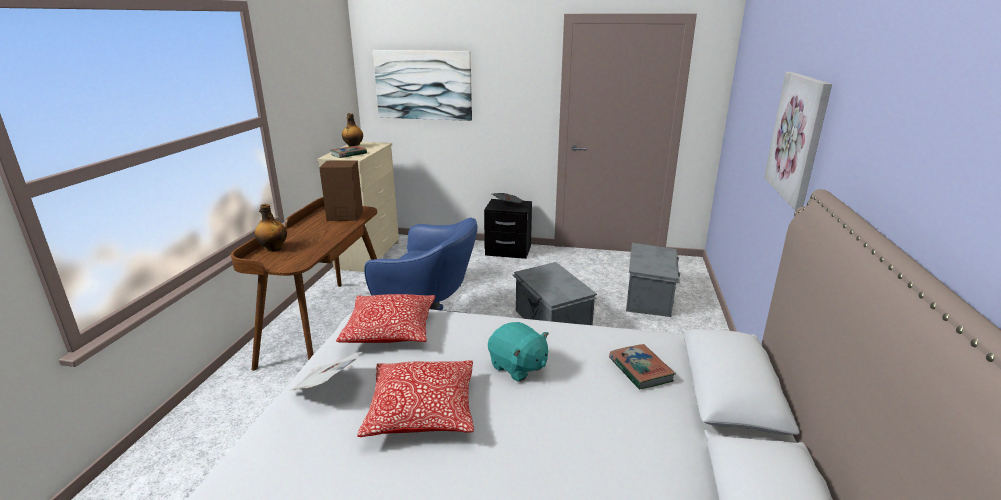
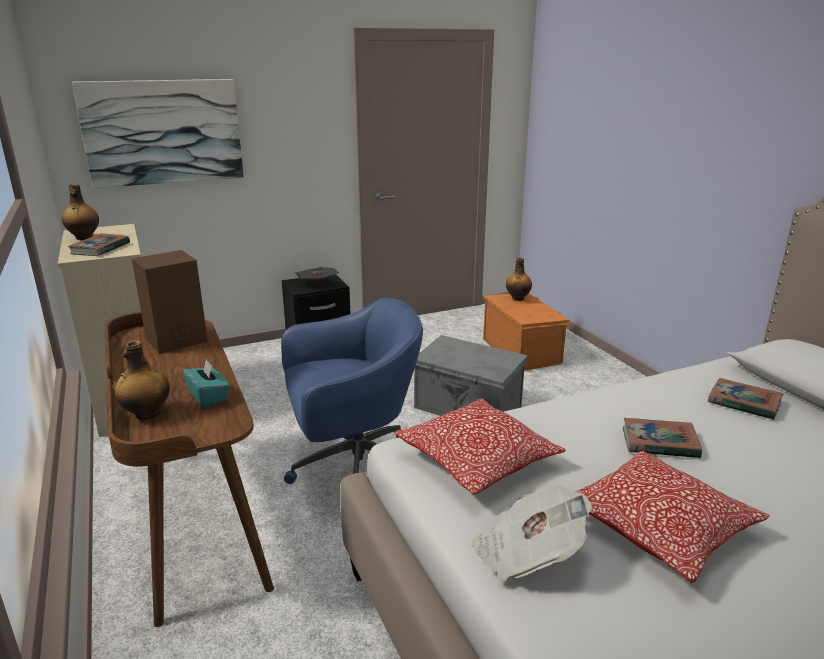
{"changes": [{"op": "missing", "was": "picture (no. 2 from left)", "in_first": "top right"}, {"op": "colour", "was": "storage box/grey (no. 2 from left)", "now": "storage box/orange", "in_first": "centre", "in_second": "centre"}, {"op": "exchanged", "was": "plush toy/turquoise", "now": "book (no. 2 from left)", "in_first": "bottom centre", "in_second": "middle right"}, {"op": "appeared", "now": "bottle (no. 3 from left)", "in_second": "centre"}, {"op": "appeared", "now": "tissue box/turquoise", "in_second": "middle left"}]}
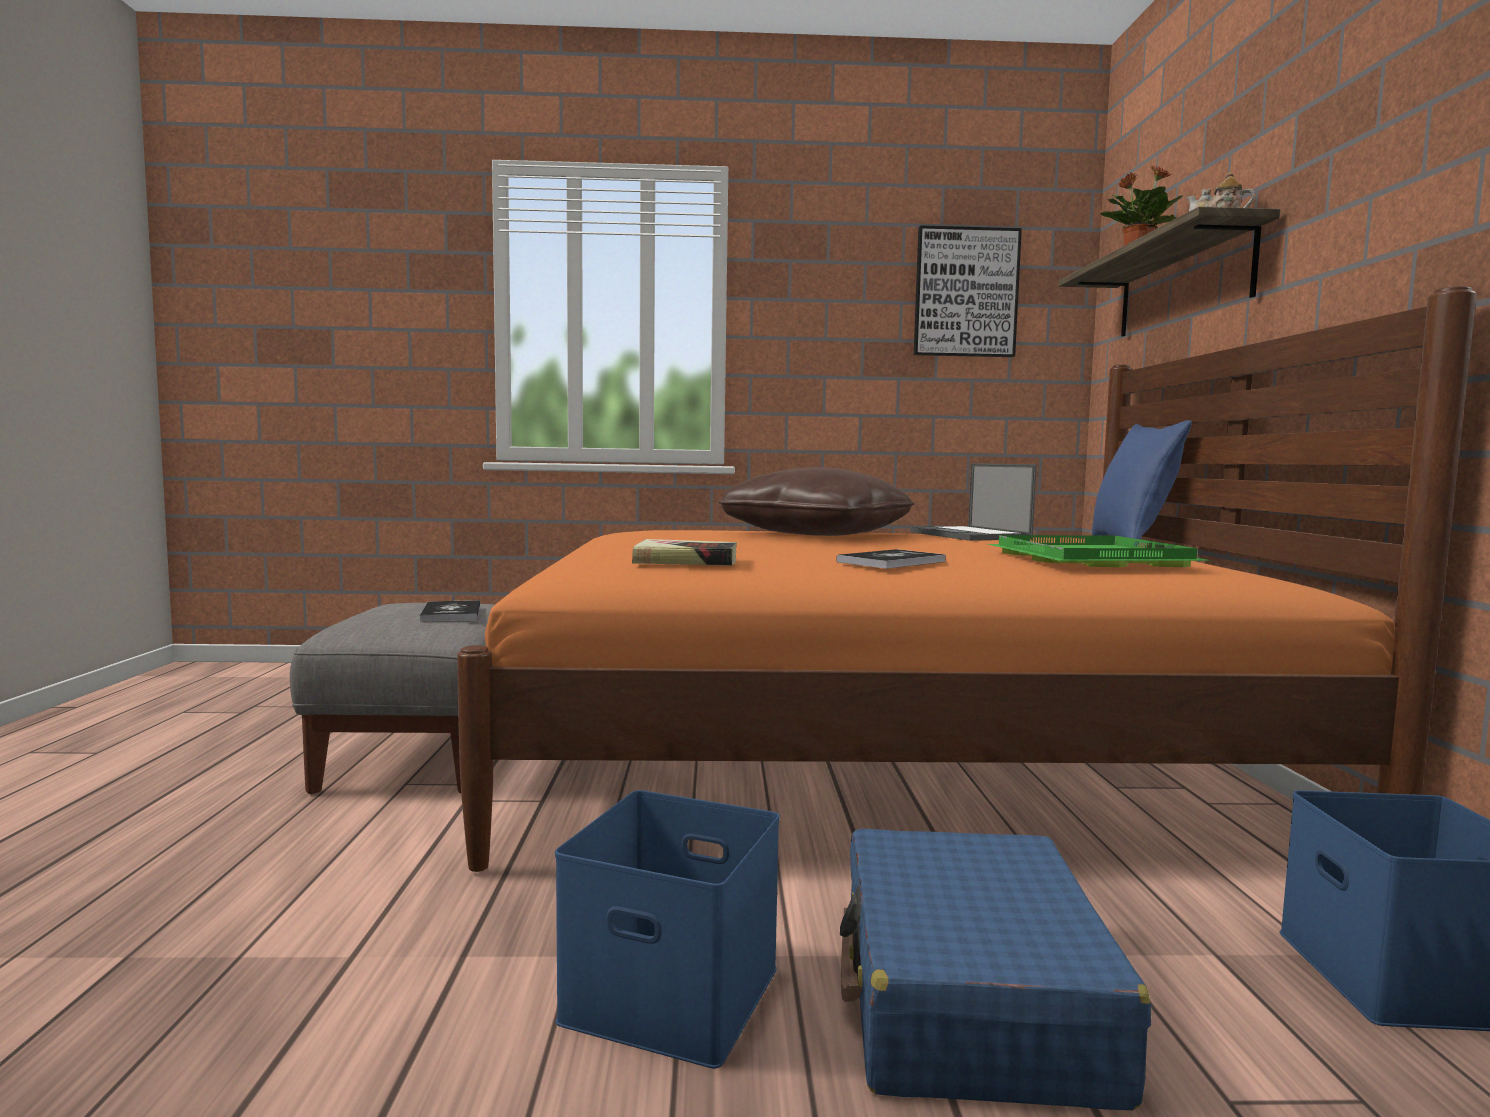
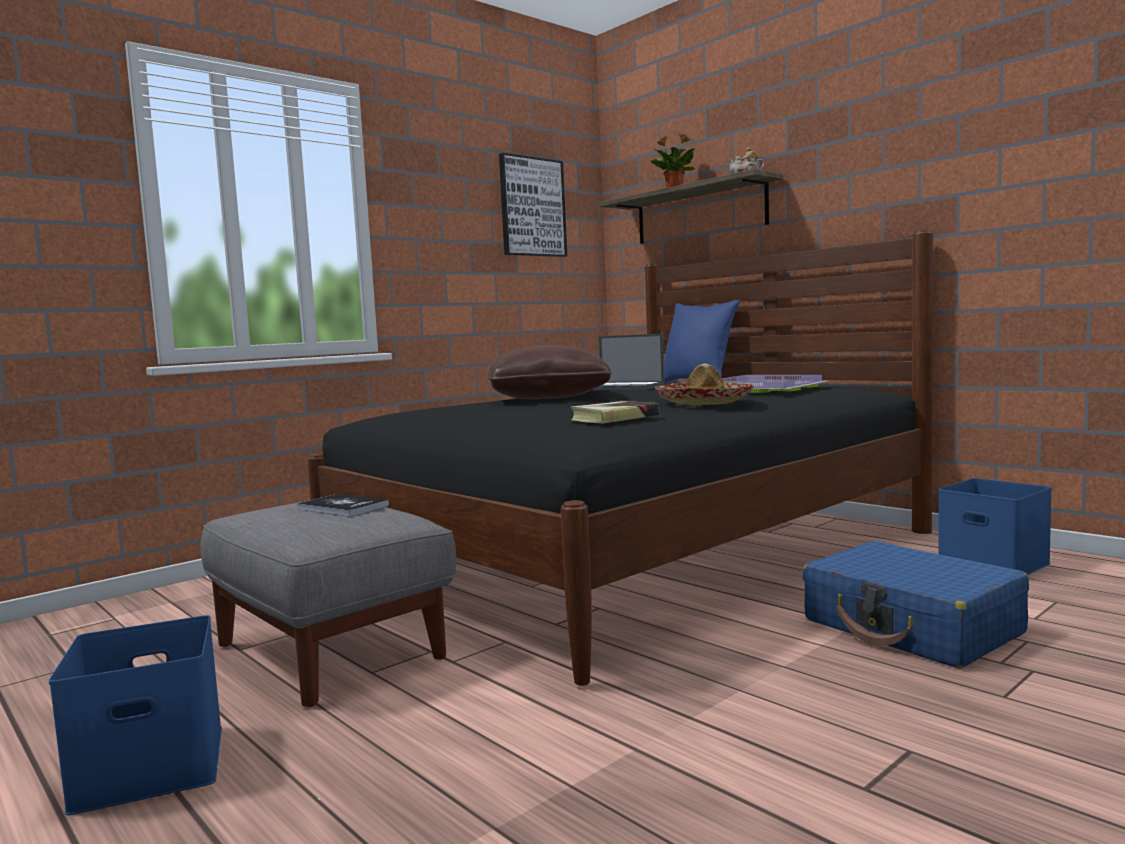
{"changes": [{"op": "colour", "was": "bed/orange", "now": "bed/black", "in_first": "centre", "in_second": "centre"}, {"op": "colour", "was": "tray/green", "now": "tray/purple", "in_first": "middle right", "in_second": "middle right"}, {"op": "exchanged", "was": "book (no. 3 from left)", "now": "hat", "in_first": "centre", "in_second": "centre"}, {"op": "relocated", "was": "storage box/blue (no. 1 from left)", "in_first": "bottom centre", "in_second": "bottom left"}]}
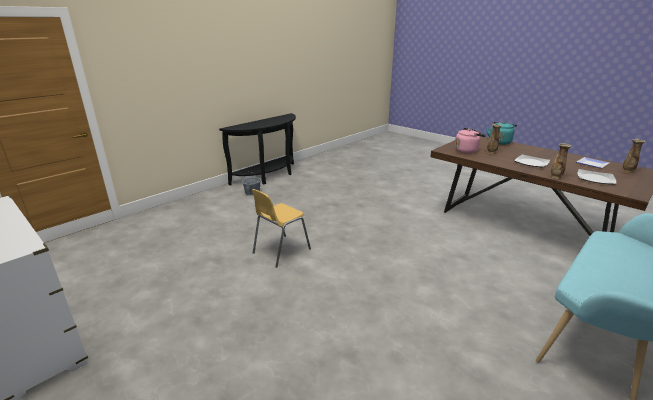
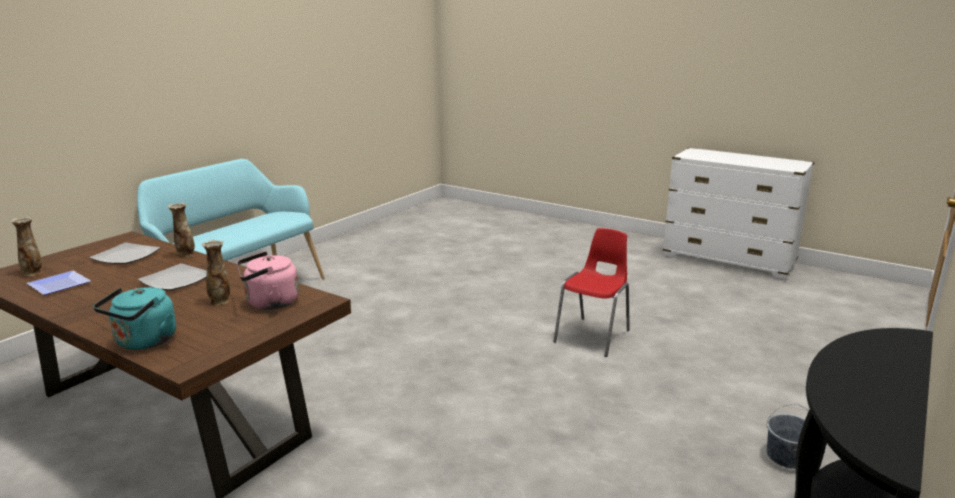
{"changes": [{"op": "colour", "was": "chair/yellow", "now": "chair/red", "in_first": "centre", "in_second": "centre"}]}
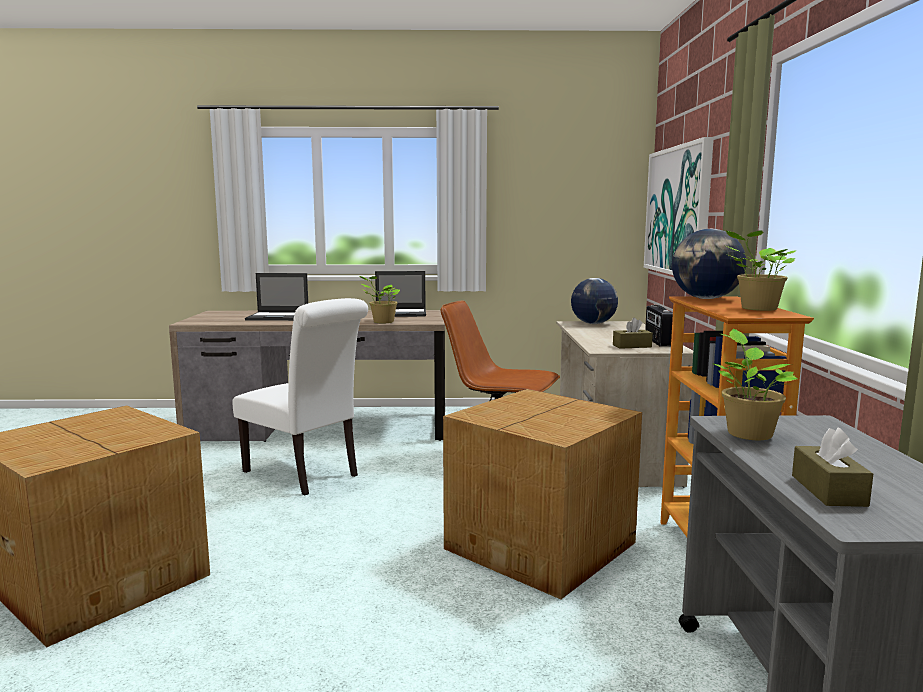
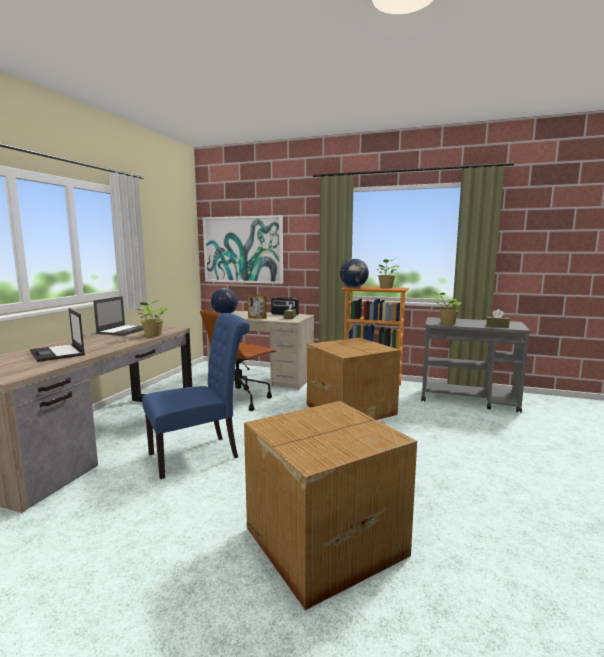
{"changes": [{"op": "spun", "was": "laptop (no. 1 from left)", "in_first": "middle left", "in_second": "middle left", "clockwise": 120}, {"op": "colour", "was": "chair/white", "now": "chair/blue", "in_first": "middle left", "in_second": "middle left"}, {"op": "appeared", "now": "picture frame", "in_second": "centre"}]}
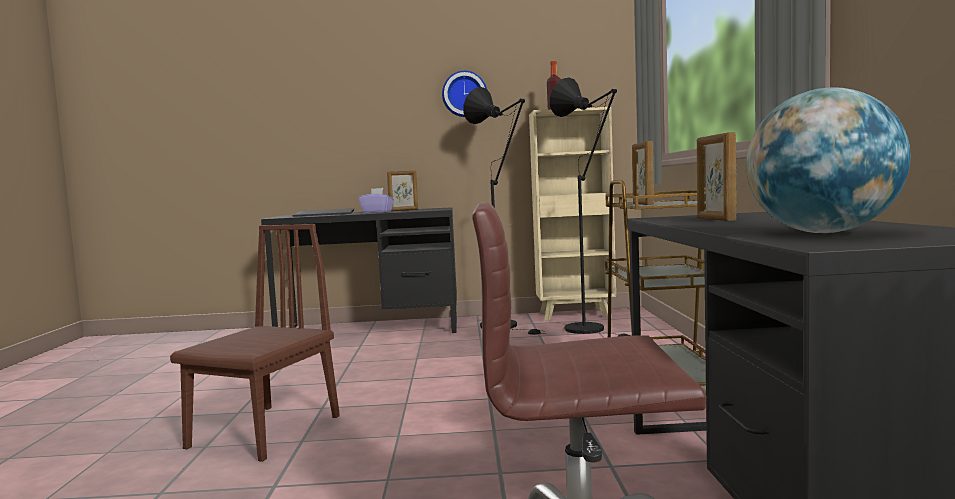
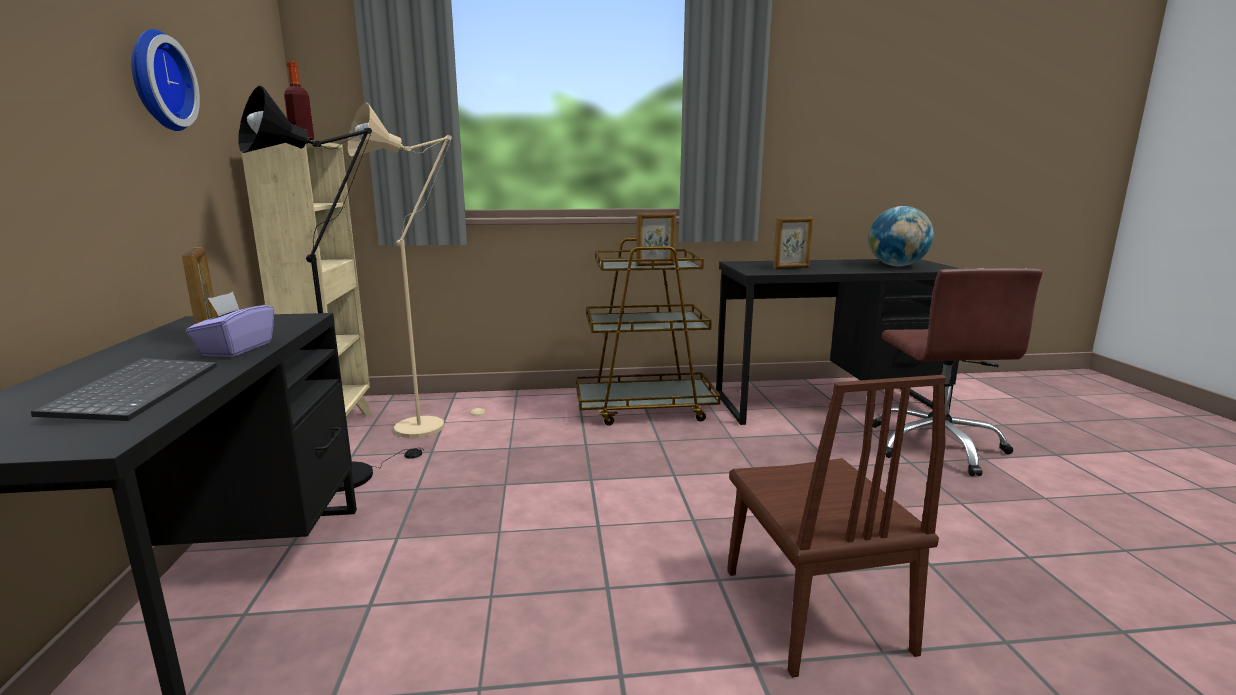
{"changes": [{"op": "colour", "was": "floor lamp/black (no. 2 from left)", "now": "floor lamp/beige", "in_first": "centre", "in_second": "centre"}, {"op": "spun", "was": "chair/brown", "in_first": "bottom left", "in_second": "bottom right", "clockwise": -120}]}
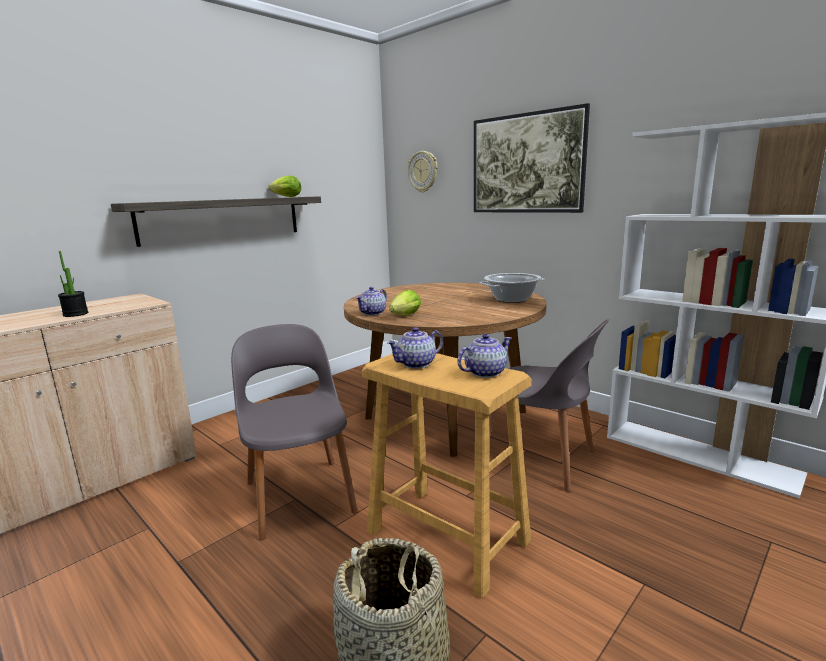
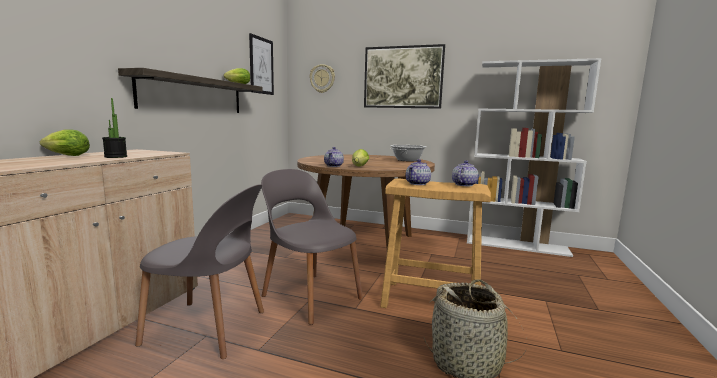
{"changes": [{"op": "relocated", "was": "chair/grey (no. 2 from left in the first image)", "now": "chair/grey (no. 1 from left)", "in_first": "centre", "in_second": "bottom left"}, {"op": "appeared", "now": "picture (no. 1 from left)", "in_second": "top centre"}, {"op": "appeared", "now": "lettuce (no. 1 from left)", "in_second": "middle left"}]}
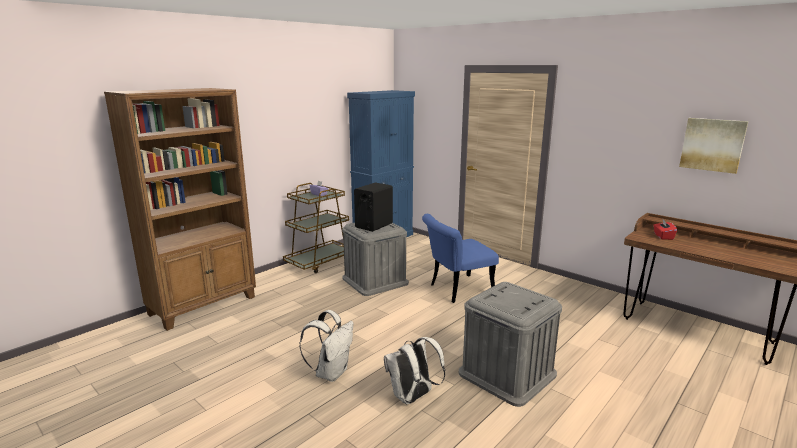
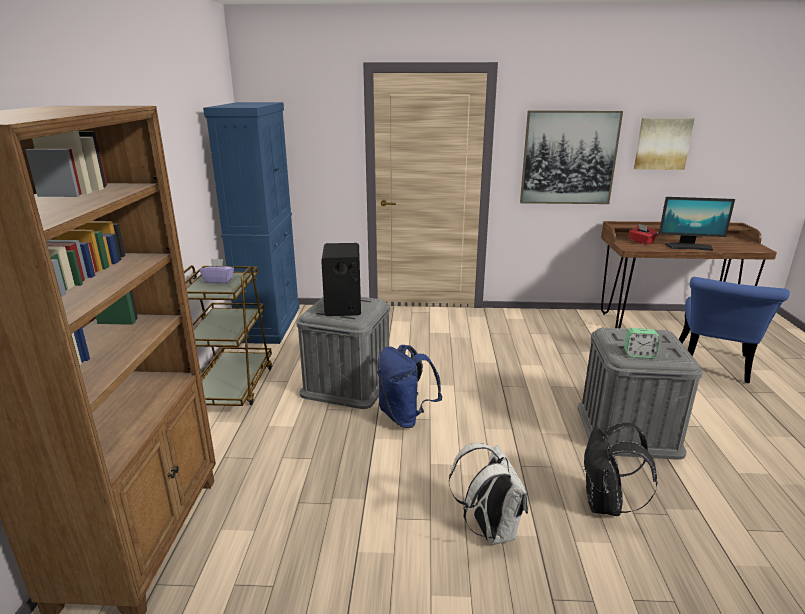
{"changes": [{"op": "relocated", "was": "chair/blue", "in_first": "centre", "in_second": "middle right"}, {"op": "colour", "was": "backpack/white (no. 2 from left)", "now": "backpack/black", "in_first": "bottom centre", "in_second": "bottom right"}, {"op": "appeared", "now": "picture (no. 1 from left)", "in_second": "top right"}, {"op": "appeared", "now": "monitor", "in_second": "middle right"}, {"op": "appeared", "now": "alarm clock", "in_second": "middle right"}, {"op": "appeared", "now": "backpack/blue", "in_second": "centre"}]}
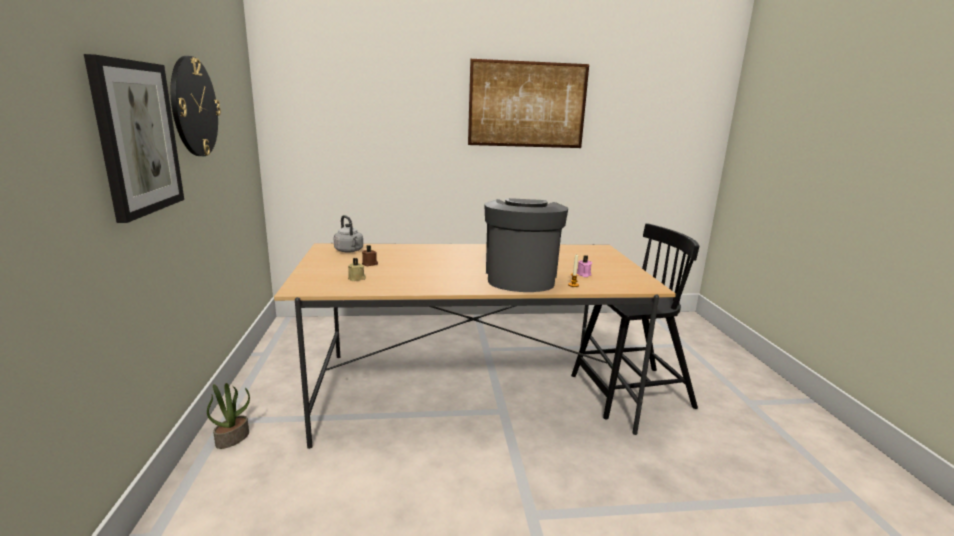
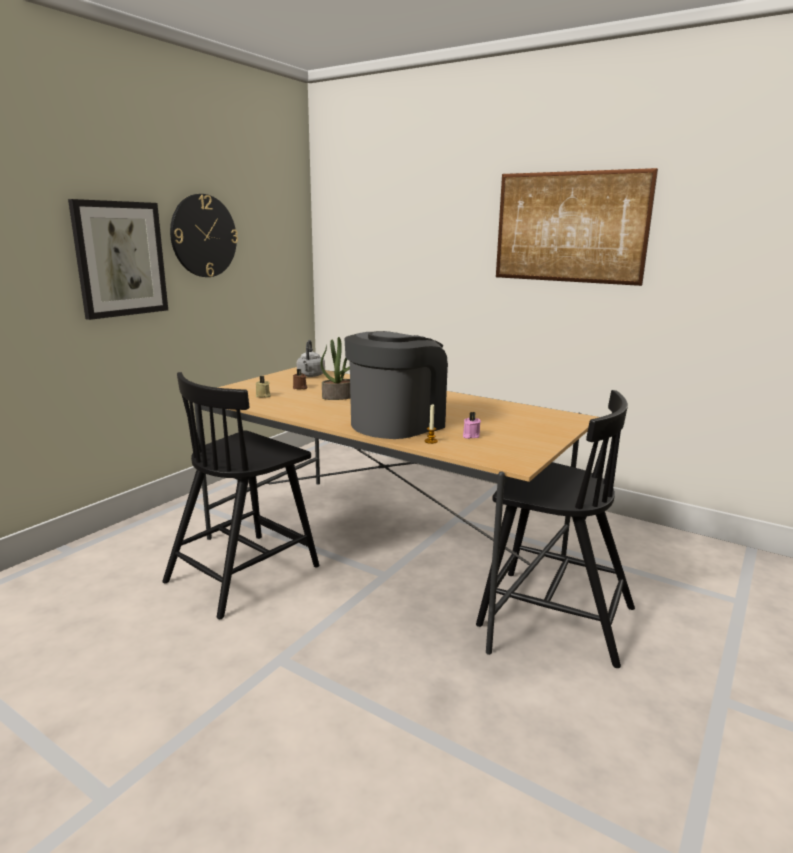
{"changes": [{"op": "relocated", "was": "potted plant", "in_first": "bottom left", "in_second": "centre"}, {"op": "appeared", "now": "chair/black (no. 1 from left)", "in_second": "middle left"}]}
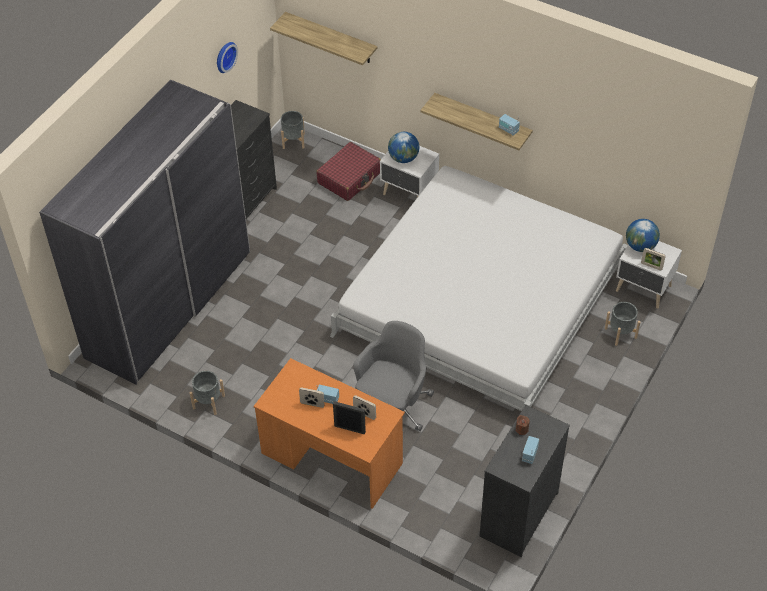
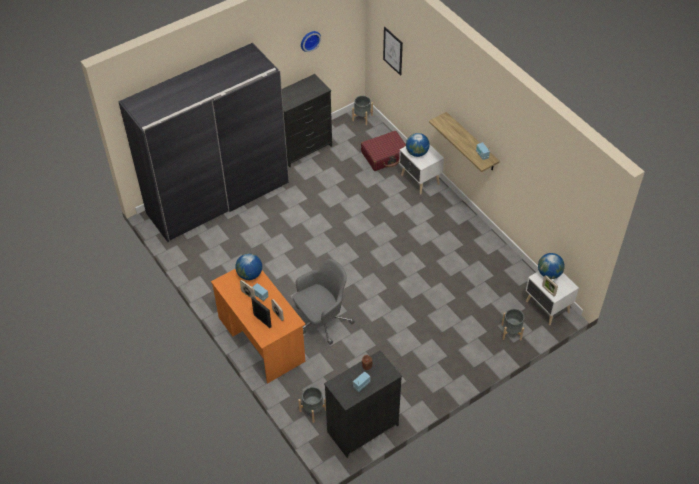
{"changes": [{"op": "exchanged", "was": "shelf (no. 1 from left)", "now": "picture", "in_first": "top centre", "in_second": "top centre"}, {"op": "missing", "was": "bed/white", "in_first": "centre"}, {"op": "relocated", "was": "planter/grey (no. 1 from left)", "in_first": "middle left", "in_second": "bottom centre"}, {"op": "appeared", "now": "globe (no. 1 from left)", "in_second": "centre"}]}
